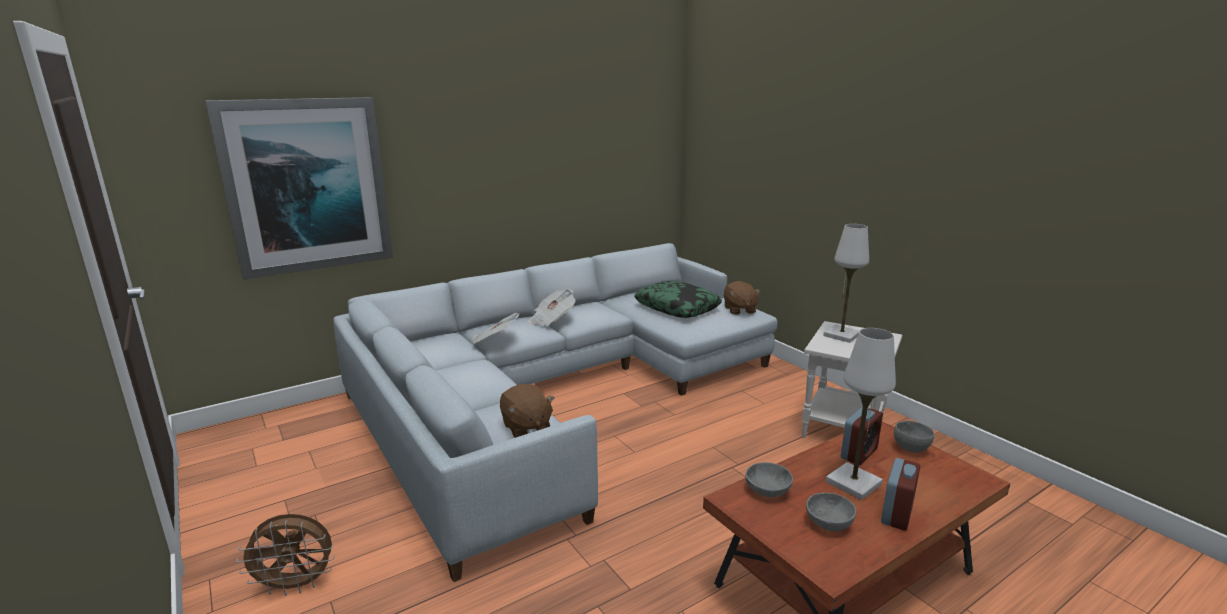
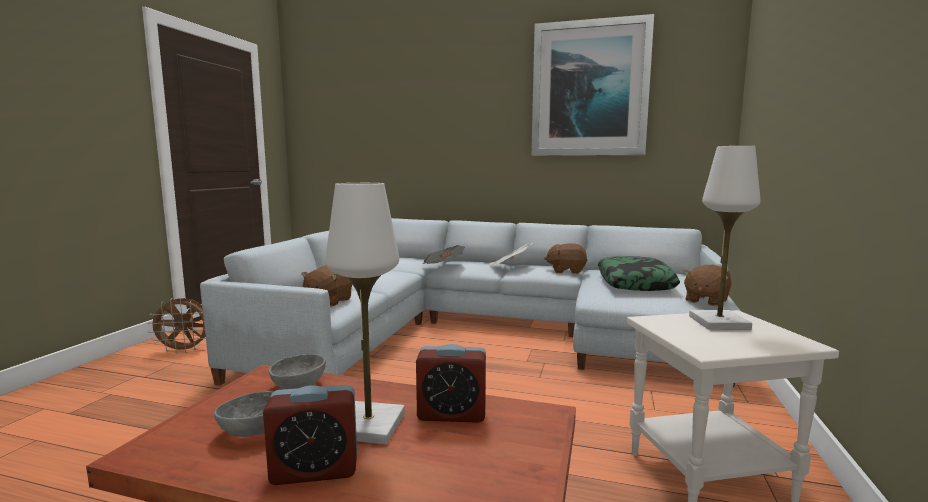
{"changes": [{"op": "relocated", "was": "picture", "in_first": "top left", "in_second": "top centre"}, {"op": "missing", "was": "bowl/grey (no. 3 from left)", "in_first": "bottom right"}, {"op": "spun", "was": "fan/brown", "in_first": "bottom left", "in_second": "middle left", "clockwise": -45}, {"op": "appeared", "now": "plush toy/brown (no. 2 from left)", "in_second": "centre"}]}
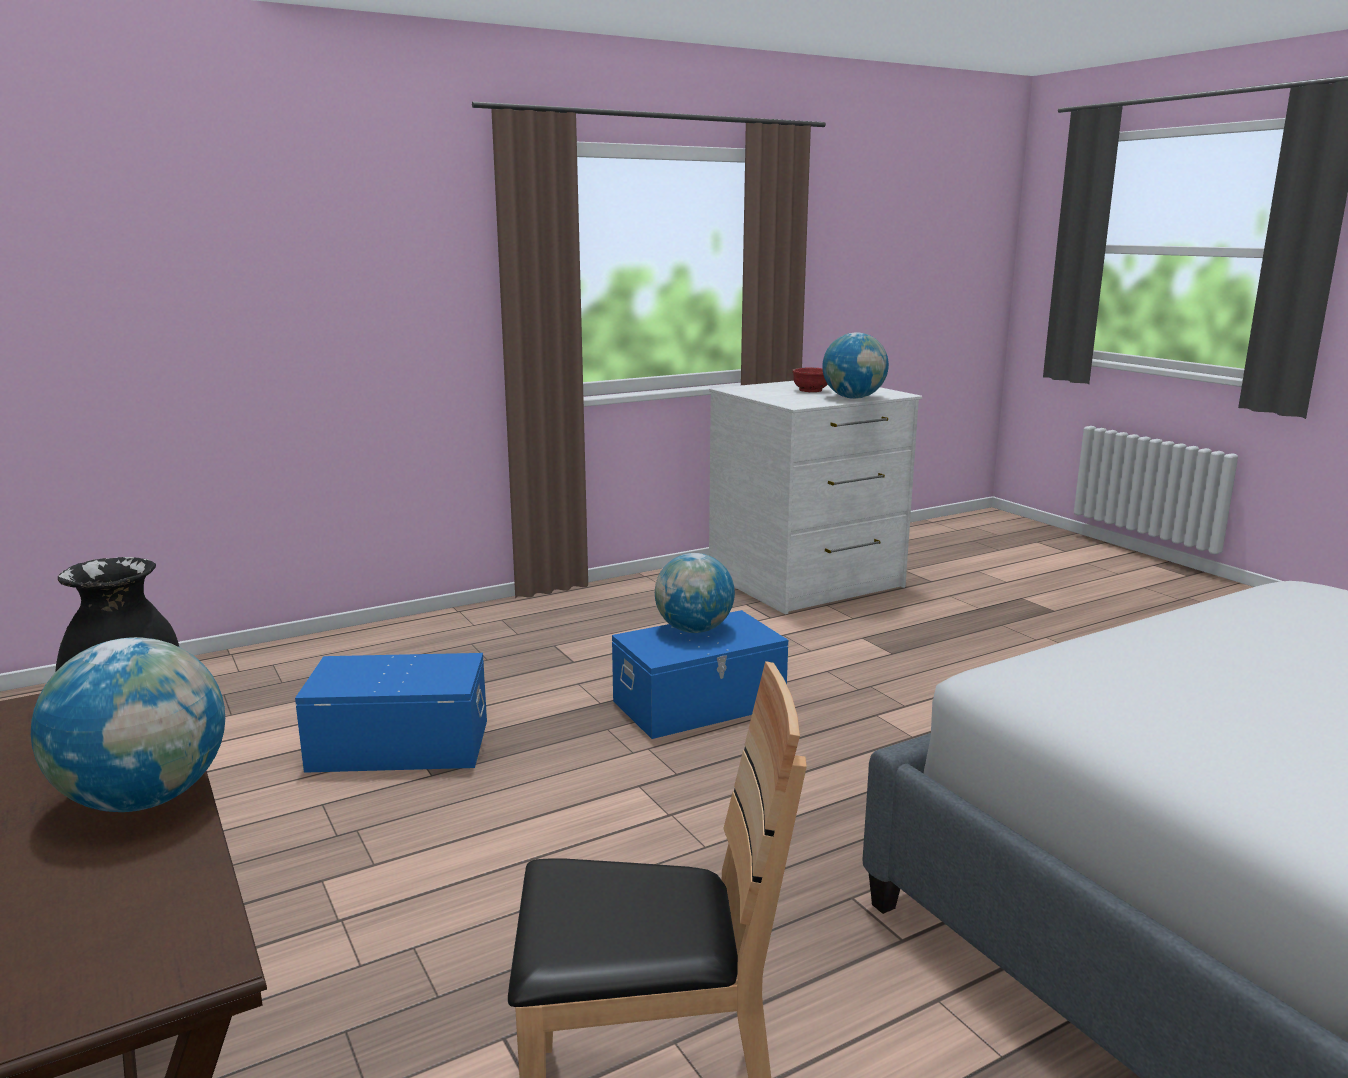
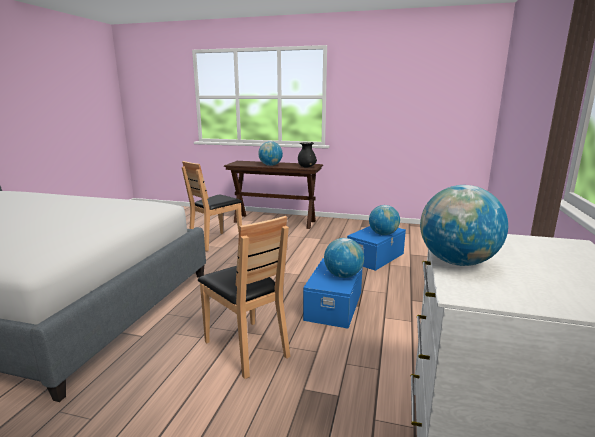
{"changes": [{"op": "missing", "was": "bowl/red", "in_first": "centre"}, {"op": "appeared", "now": "globe (no. 3 from left)", "in_second": "centre"}, {"op": "appeared", "now": "chair/brown (no. 2 from left)", "in_second": "bottom centre"}]}
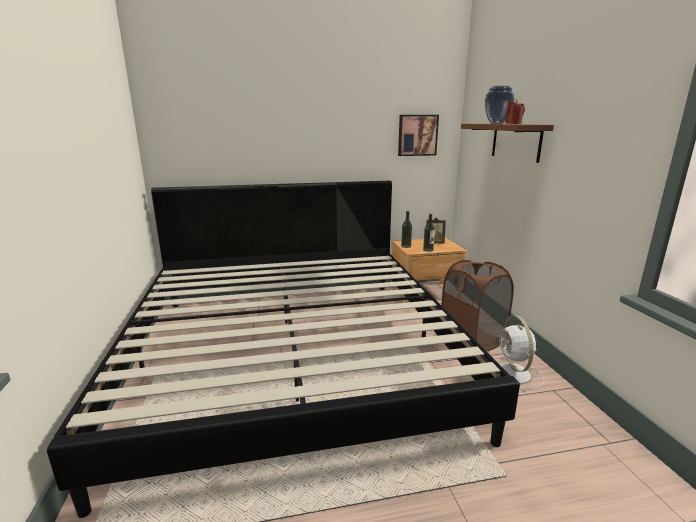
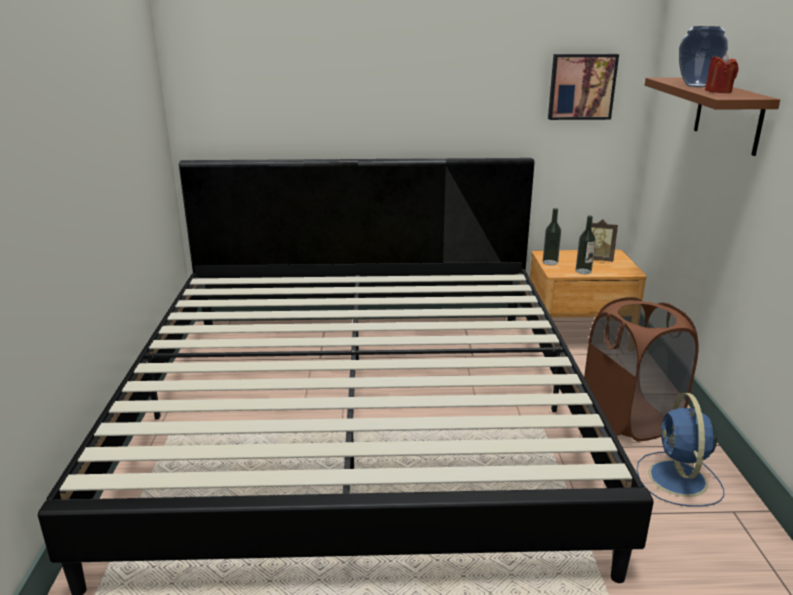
{"changes": [{"op": "colour", "was": "fan/white", "now": "fan/blue", "in_first": "bottom right", "in_second": "bottom right"}]}
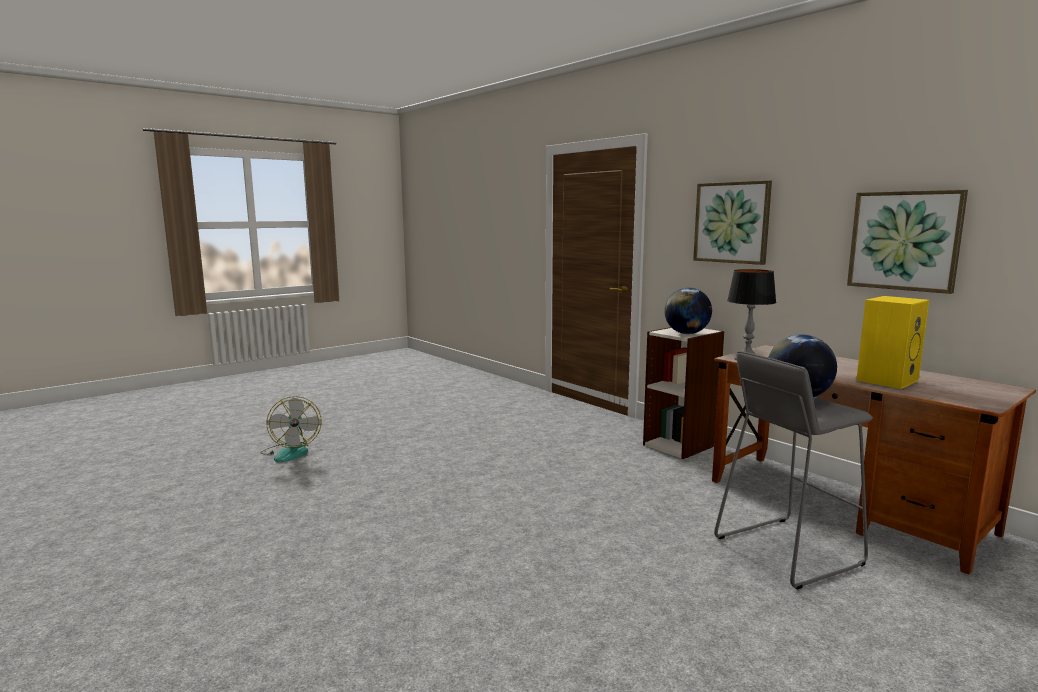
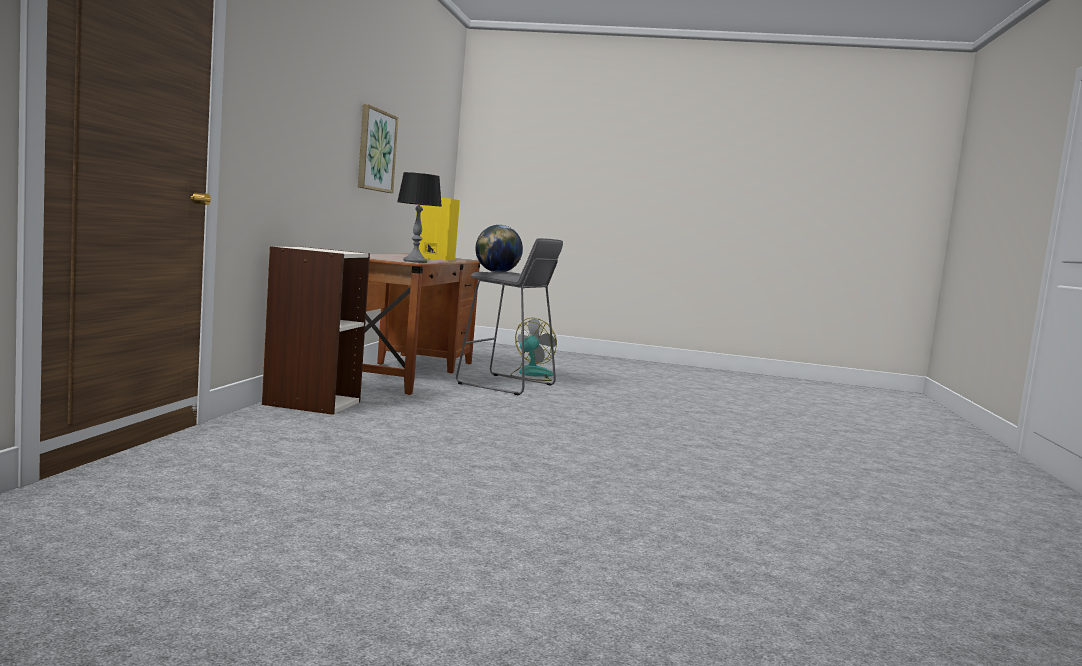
{"changes": [{"op": "missing", "was": "picture (no. 1 from left)", "in_first": "top right"}, {"op": "missing", "was": "globe (no. 1 from left)", "in_first": "centre"}, {"op": "relocated", "was": "fan", "in_first": "middle left", "in_second": "centre"}]}
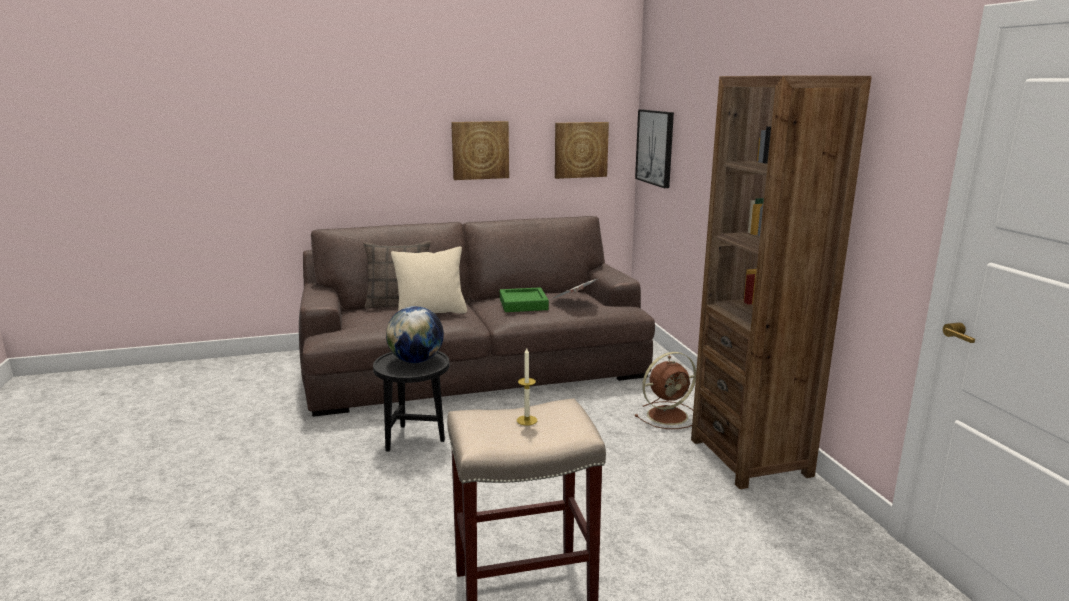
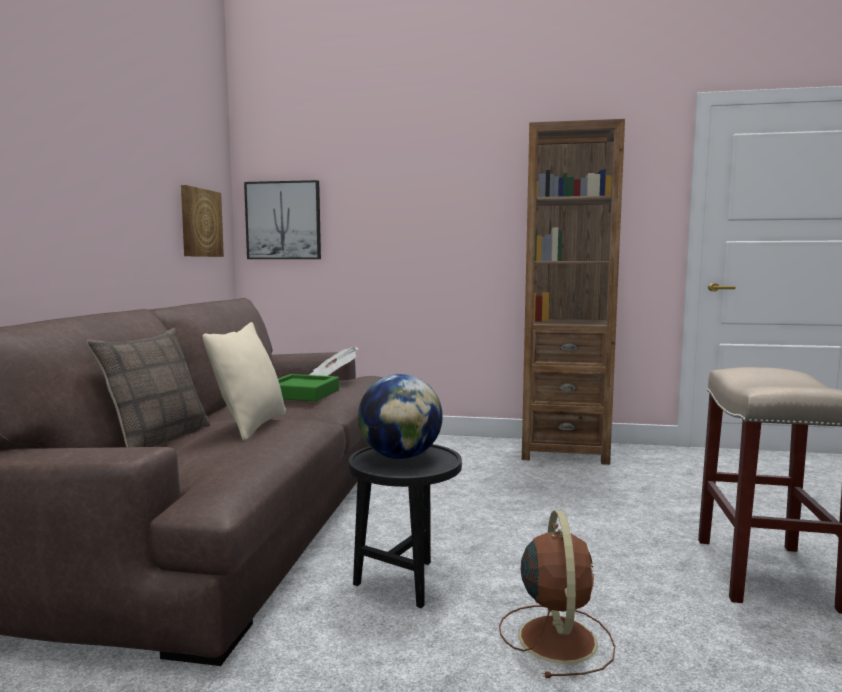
{"changes": [{"op": "missing", "was": "picture (no. 1 from left)", "in_first": "top centre"}, {"op": "missing", "was": "candle", "in_first": "centre"}, {"op": "relocated", "was": "fan/brown", "in_first": "centre", "in_second": "bottom centre"}]}
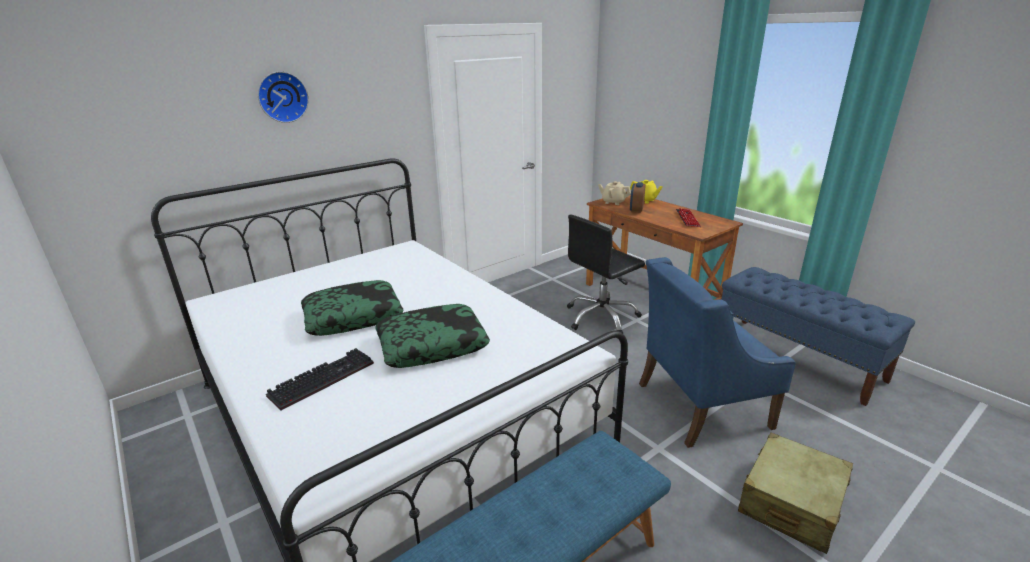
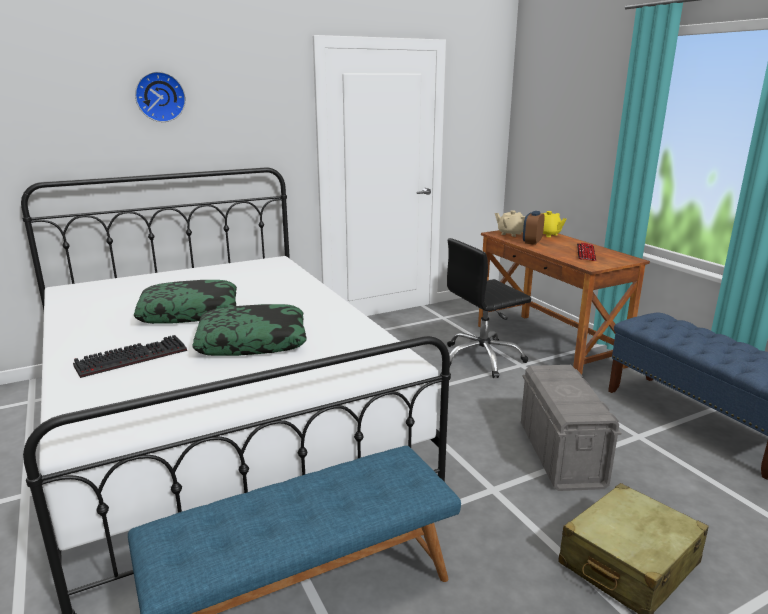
{"changes": [{"op": "exchanged", "was": "armchair/blue", "now": "storage box/grey", "in_first": "middle right", "in_second": "bottom right"}]}
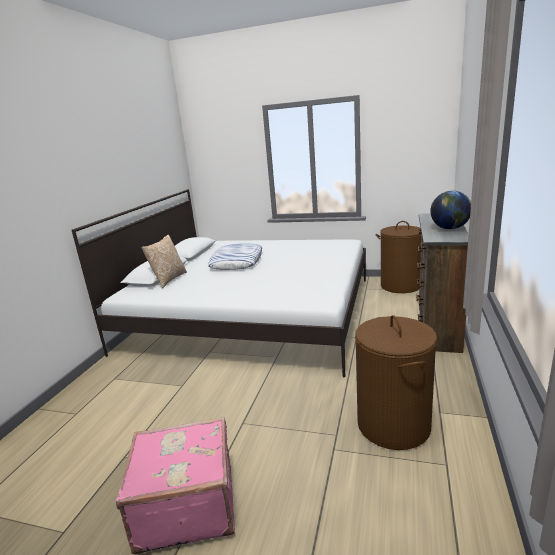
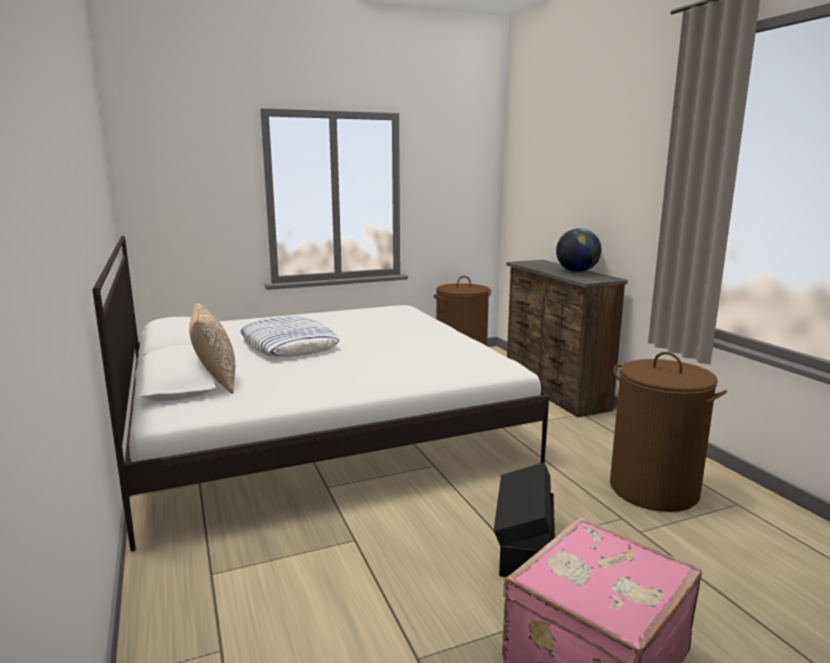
{"changes": [{"op": "appeared", "now": "storage box/black", "in_second": "bottom centre"}]}
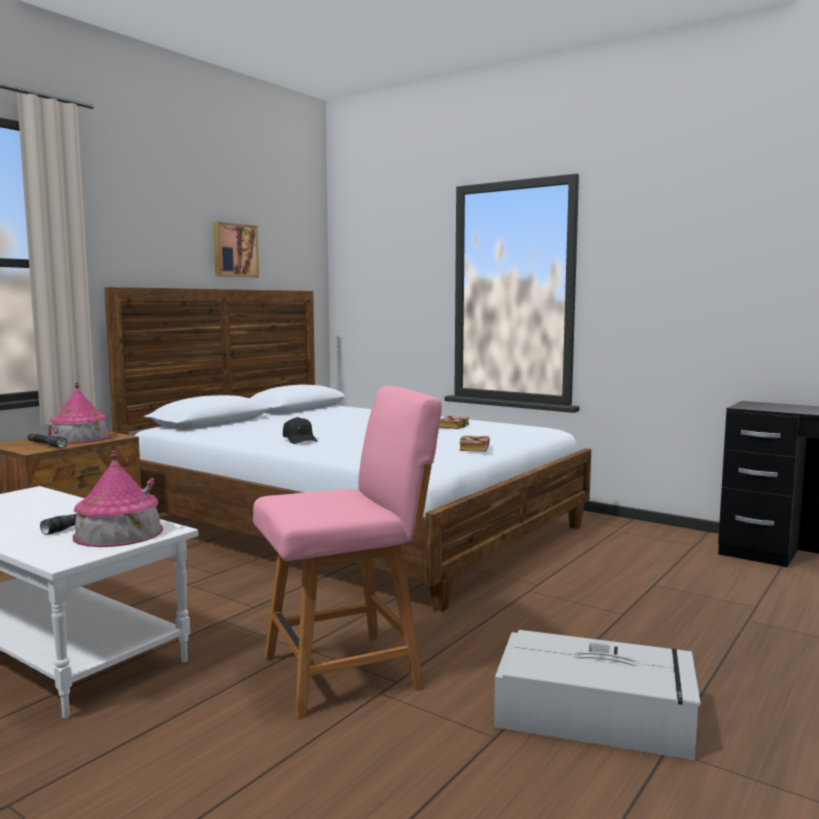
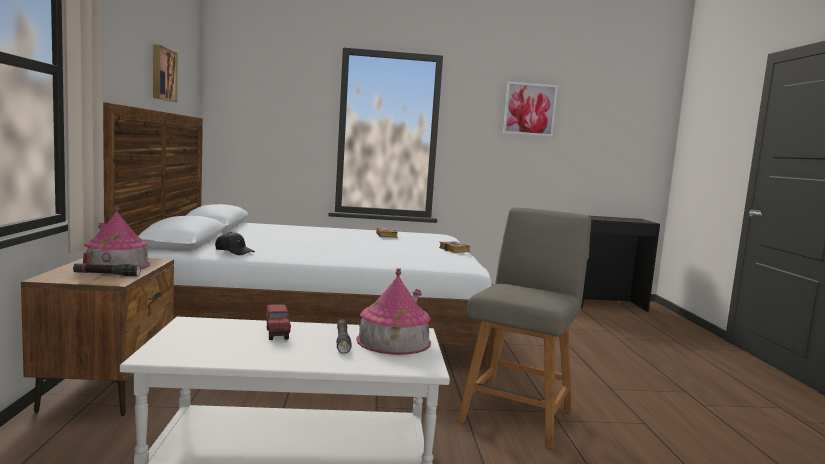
{"changes": [{"op": "colour", "was": "chair/pink", "now": "chair/grey", "in_first": "bottom centre", "in_second": "bottom centre"}, {"op": "relocated", "was": "cap/black", "in_first": "centre", "in_second": "middle left"}, {"op": "missing", "was": "storage box/grey", "in_first": "bottom right"}, {"op": "appeared", "now": "picture (no. 2 from left)", "in_second": "top centre"}, {"op": "appeared", "now": "toy truck", "in_second": "bottom centre"}]}
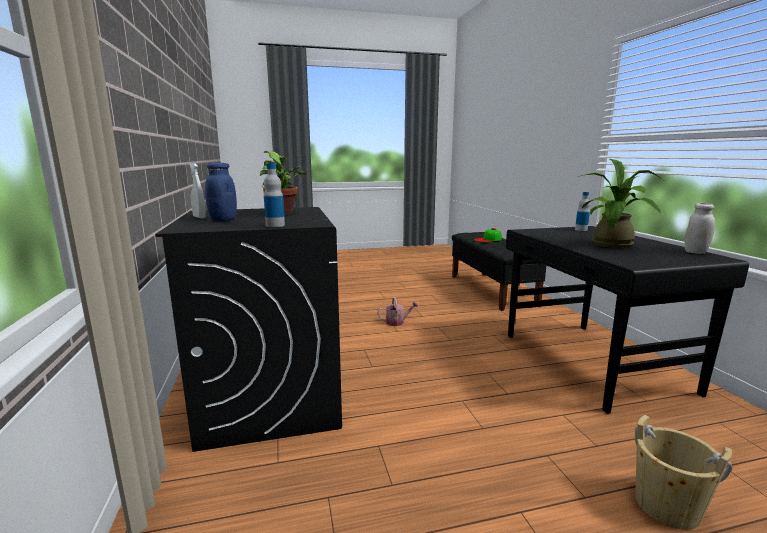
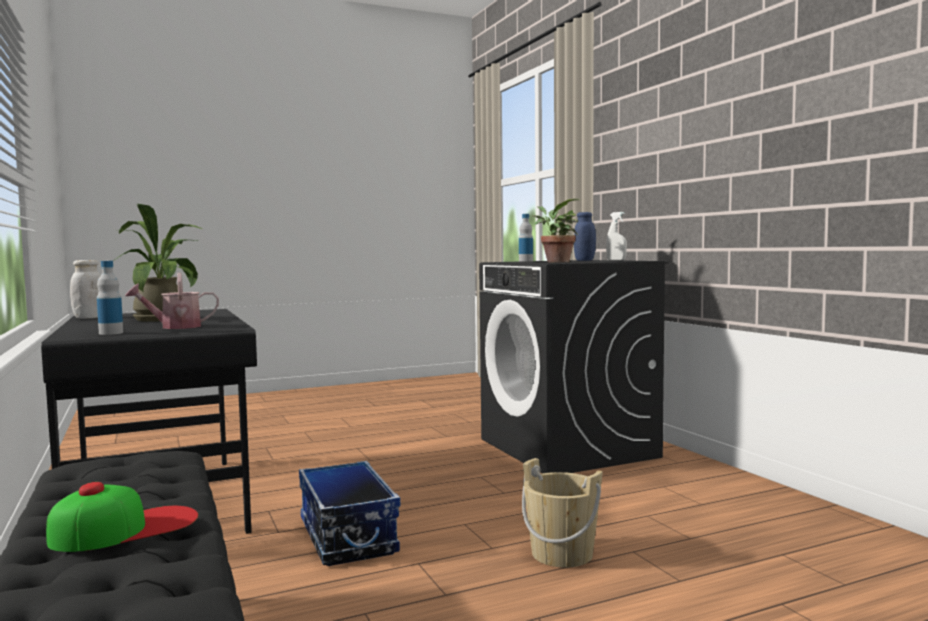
{"changes": [{"op": "relocated", "was": "watering can", "in_first": "centre", "in_second": "middle left"}, {"op": "relocated", "was": "bucket/beige", "in_first": "bottom right", "in_second": "bottom centre"}, {"op": "appeared", "now": "storage box", "in_second": "bottom centre"}]}
